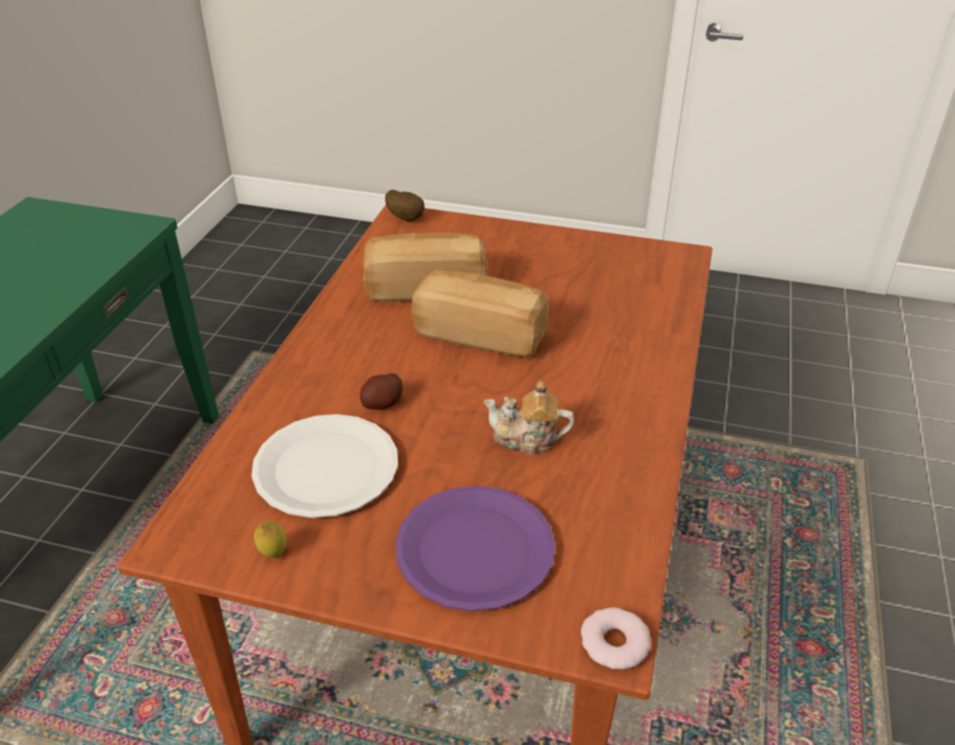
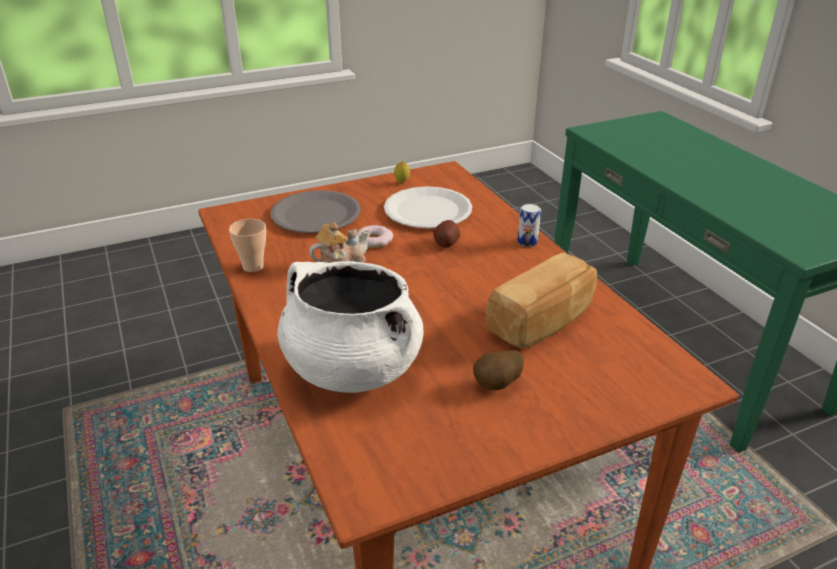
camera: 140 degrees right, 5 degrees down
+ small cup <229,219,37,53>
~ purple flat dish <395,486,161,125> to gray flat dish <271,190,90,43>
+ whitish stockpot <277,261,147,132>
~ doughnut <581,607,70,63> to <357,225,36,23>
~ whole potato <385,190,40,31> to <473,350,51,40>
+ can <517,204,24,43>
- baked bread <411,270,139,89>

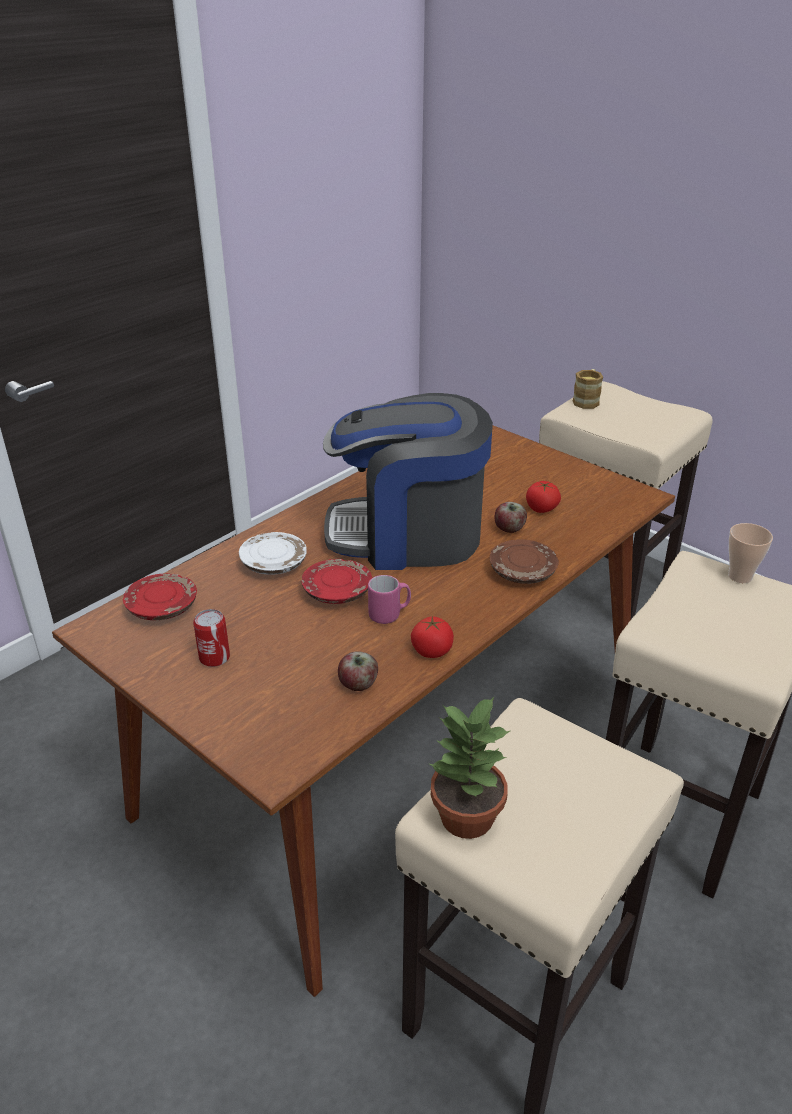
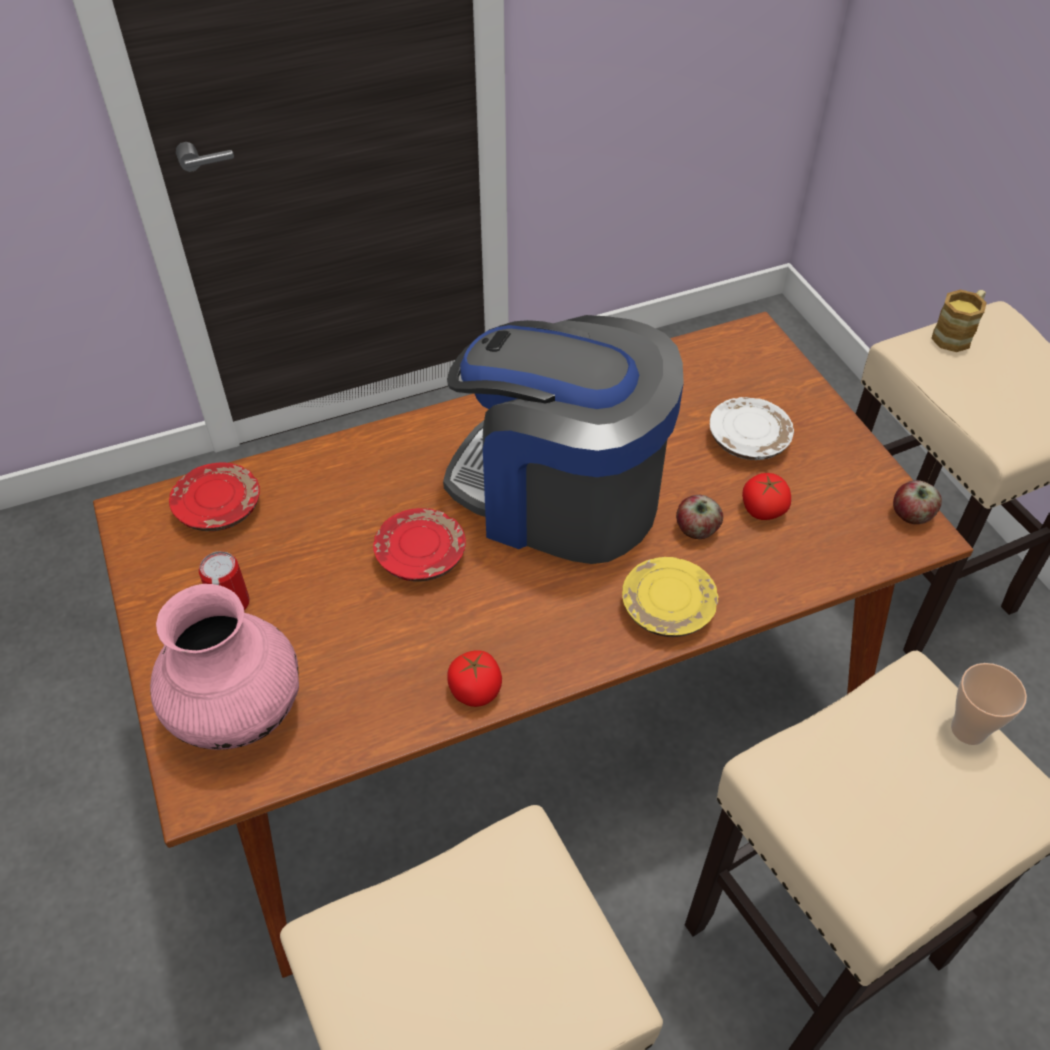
camera: 25 degrees right, 15 degrees up
+ pinkish decorative vase <150,584,149,166>
~ brown flat dish <490,539,69,45> to yellowish flat dish <622,557,96,80>
~ whitish flat dish <239,532,68,43> to <710,397,84,63>
~ apple fruit <338,651,40,40> to <893,480,49,44>
- pinkish tea mug <368,575,43,49>
- potted plant <429,697,81,142>

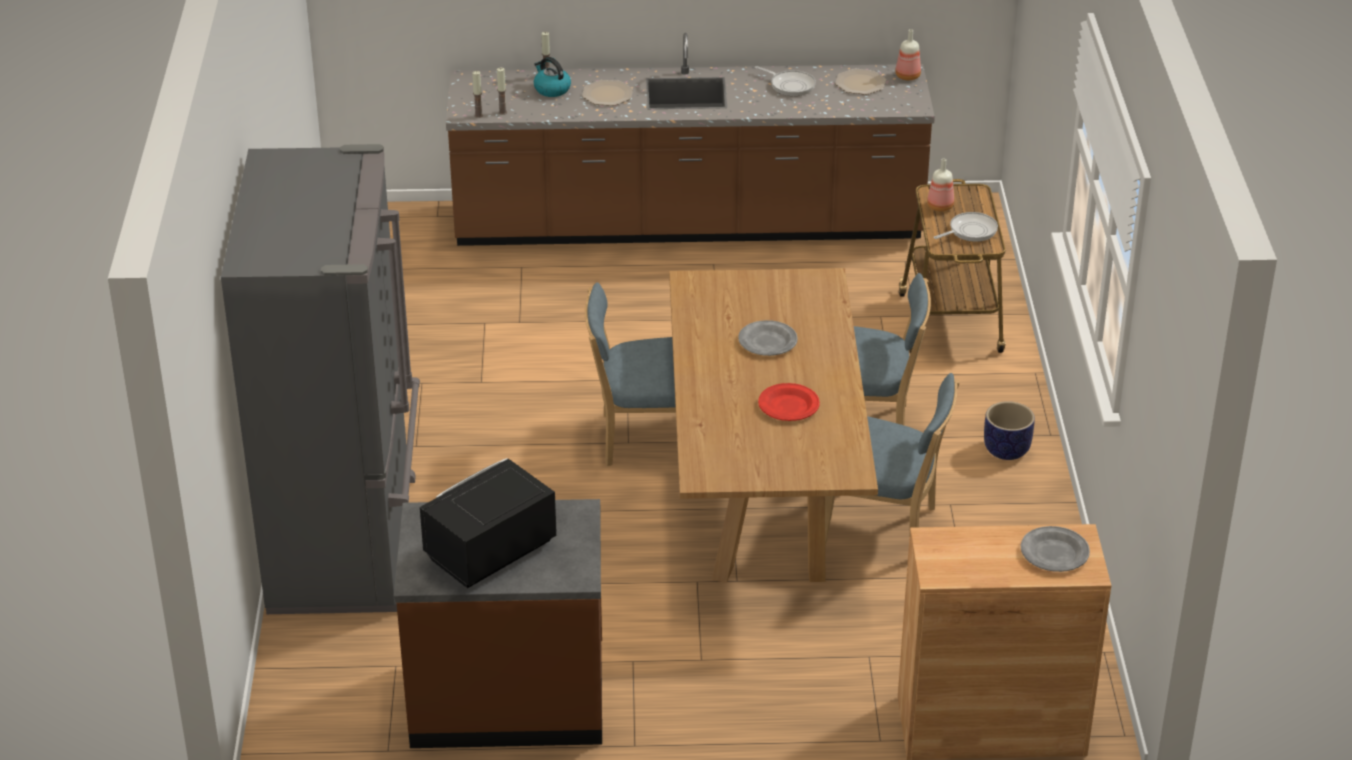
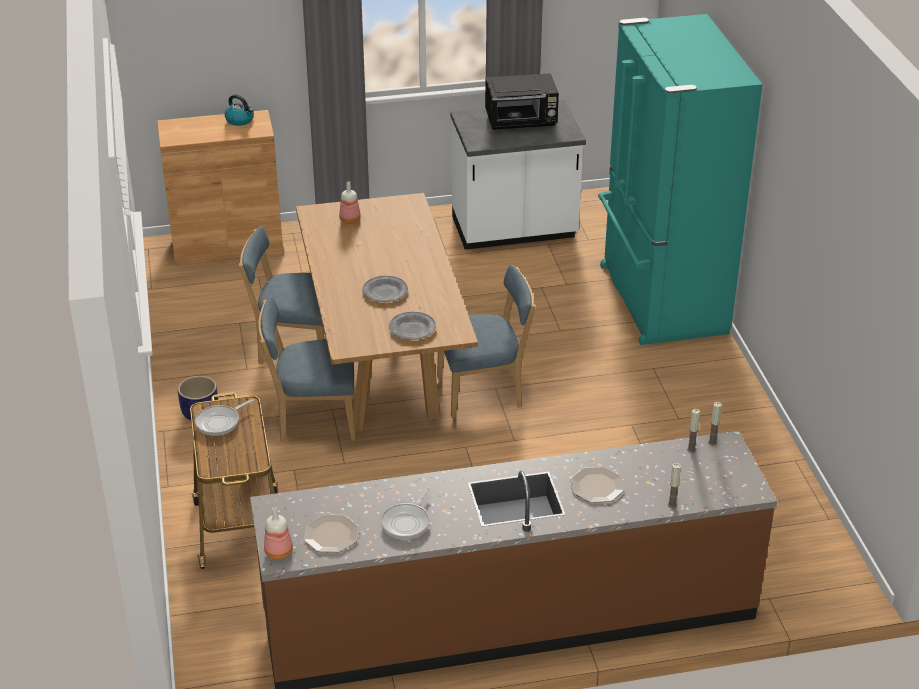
camera: 170 degrees right, 0 degrees up
~ tea kettle <534,57,37,40> to <225,94,29,32>
~ beverage bottle <927,158,27,54> to <339,181,22,43>
~ pan <755,66,61,30> = <381,488,49,52> 90 degrees counterclockwise
~ gray flat dish <1021,526,69,46> to <389,312,47,28>
~ brown kitchen counter <394,499,208,249> to whitish kitchen counter <450,101,136,149>
~ black kitchen microwave <420,458,137,130> = <485,73,74,57> 45 degrees clockwise
~ gray refrigerator <221,144,199,470> to blue-green refrigerator <598,14,165,331>
- red flat dish <758,383,62,38>

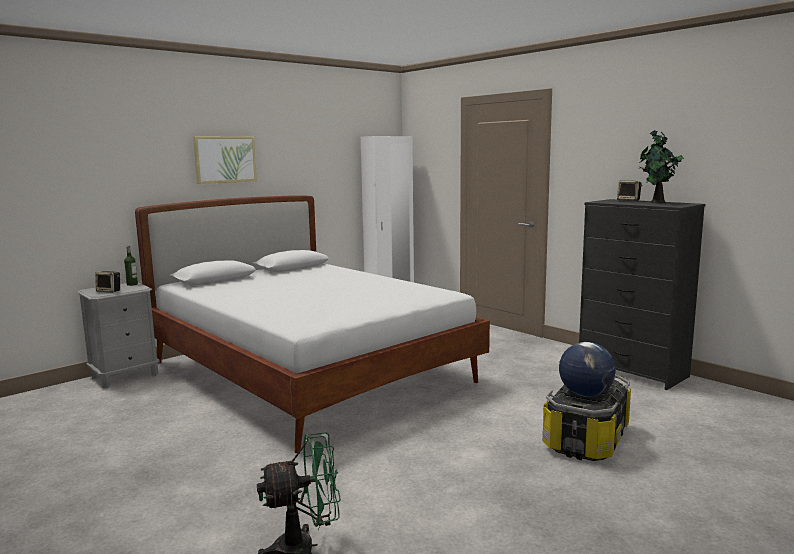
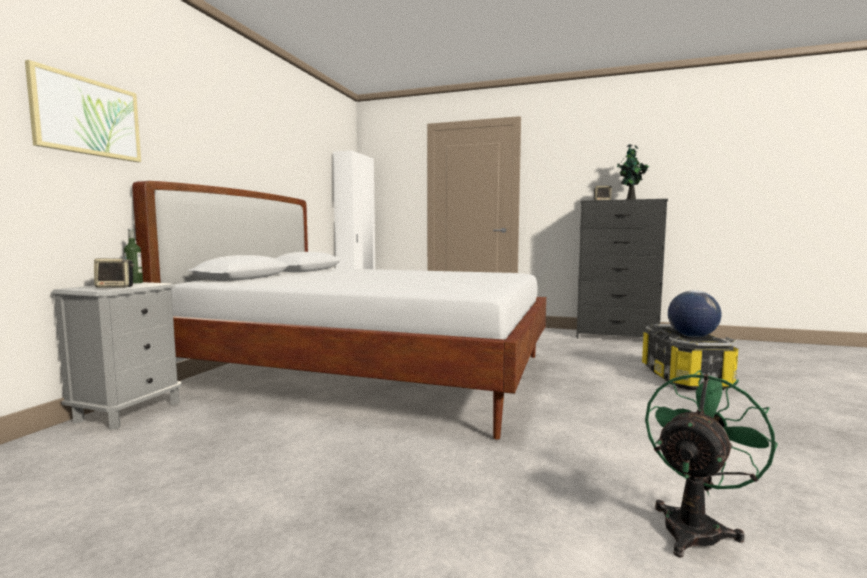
camera: 30 degrees left, 5 degrees down
~ wall art <193,136,64,48> to <25,60,116,102>

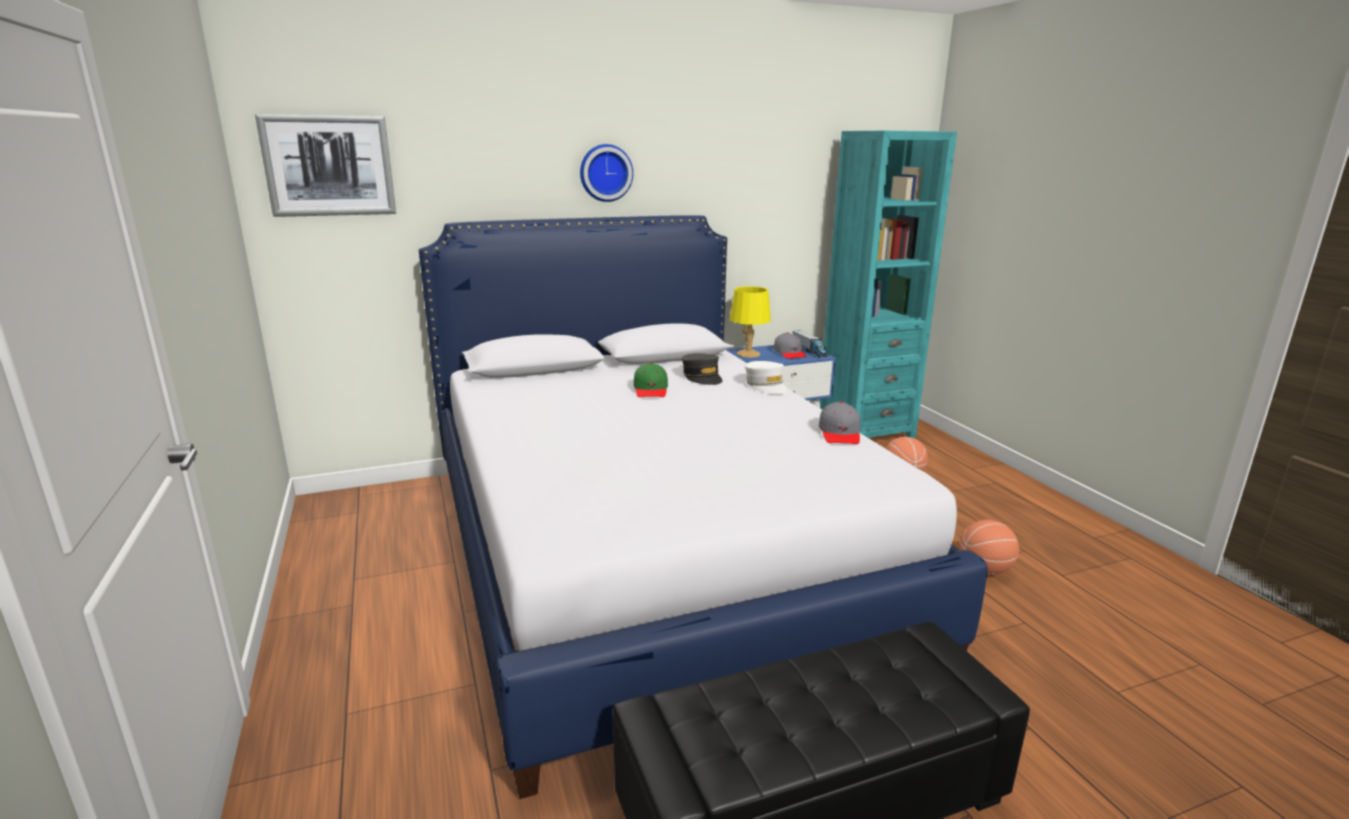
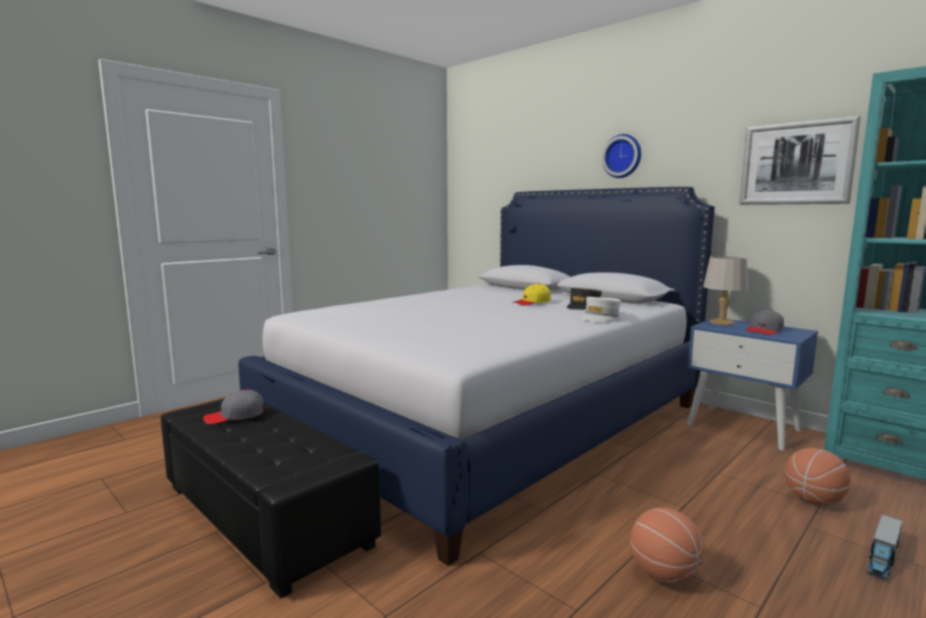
camera: 65 degrees right, 10 degrees down
~ gray peaked cap <819,402,41,42> to <203,389,61,35>
~ green peaked cap <634,363,34,34> to yellowish peaked cap <512,283,39,23>
~ yellowish tabletop lamp <730,286,41,72> to gray tabletop lamp <703,256,46,69>
~ wall art <255,114,141,103> to <739,116,122,89>
~ toy truck <793,330,36,28> to <867,514,36,66>

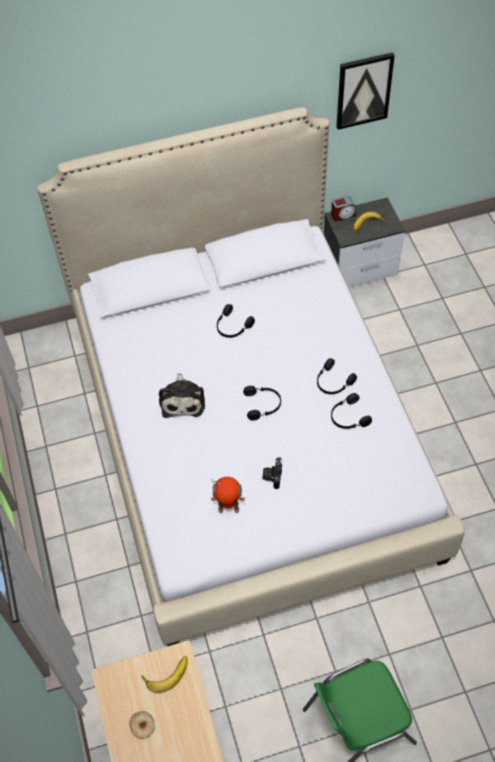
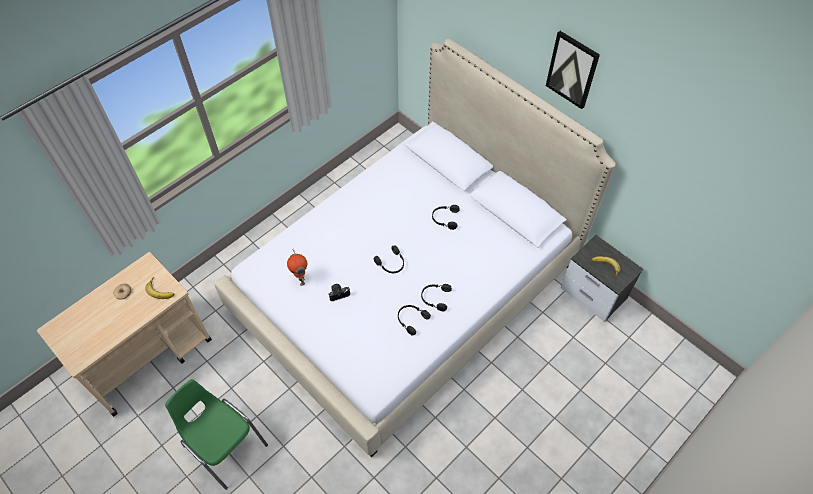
camera: 60 degrees right, 0 degrees up
~ wall art <336,52,59,78> to <546,31,54,78>
- cuddly toy <159,373,46,45>
- bedside clock <331,196,26,25>

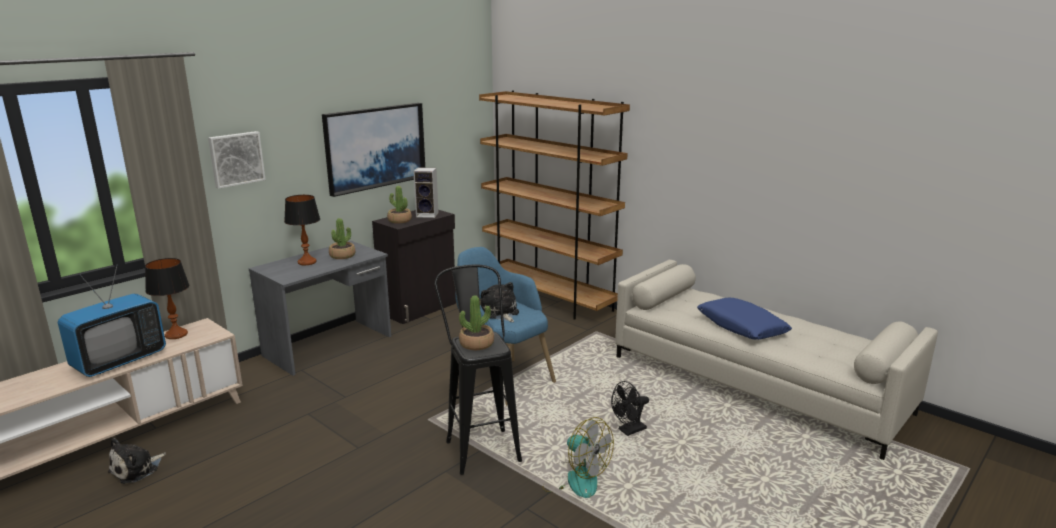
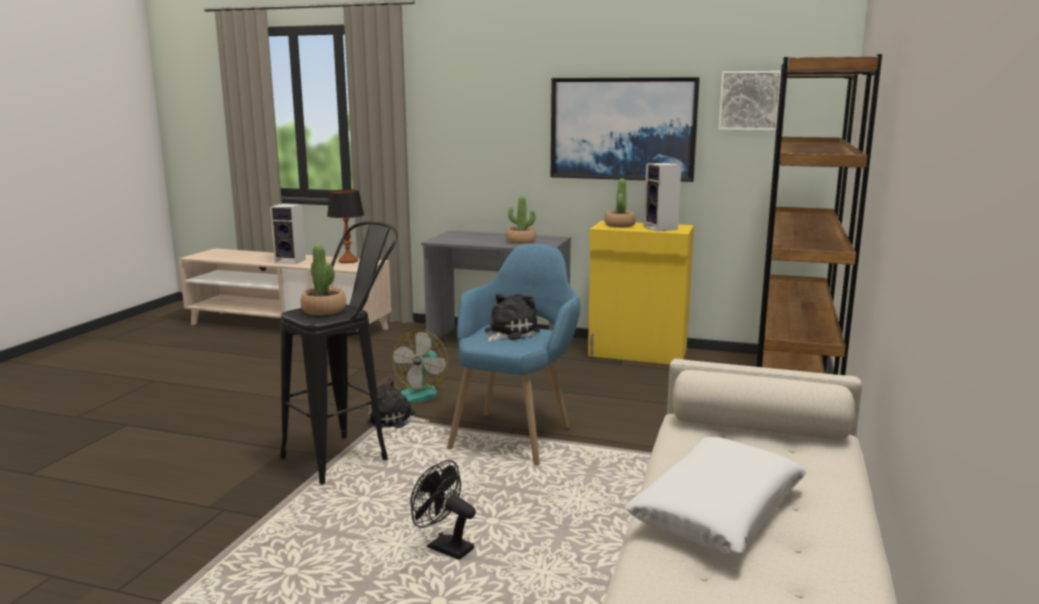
camera: 65 degrees right, 5 degrees down
~ TV set <58,266,108,111> to speaker <270,204,36,60>
~ cuddly toy <108,438,58,46> to <367,378,62,50>
~ fan <542,417,72,81> to <392,330,56,73>
~ black cabinet <372,210,84,114> to yellowish cabinet <588,221,106,143>
~ bluish cushion <697,298,95,42> to whitish cushion <625,437,181,118>
~ wall art <208,131,58,58> to <718,71,63,60>
- tabletop lamp <284,195,36,70>

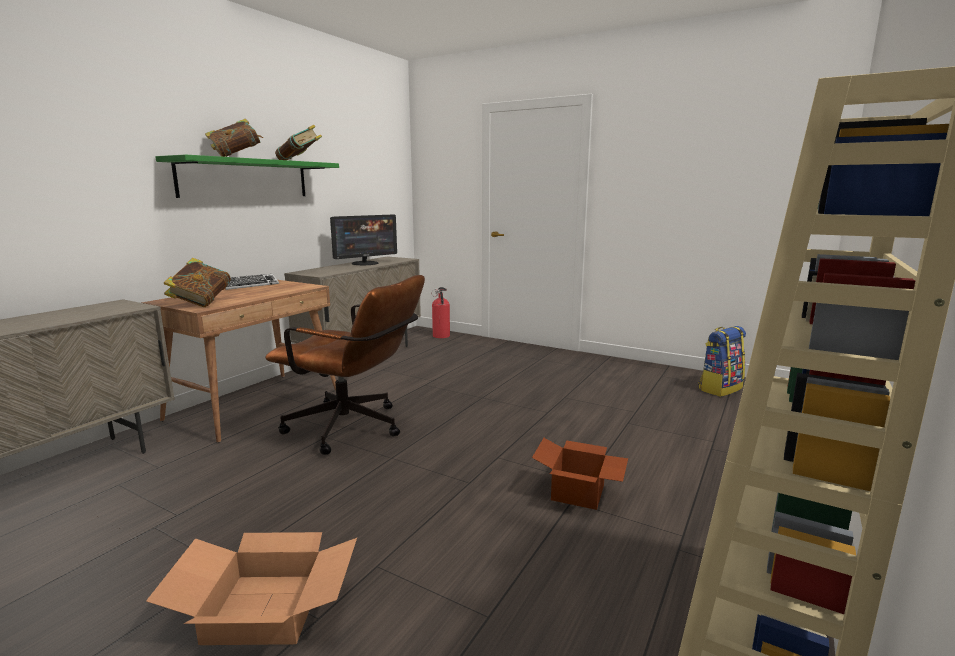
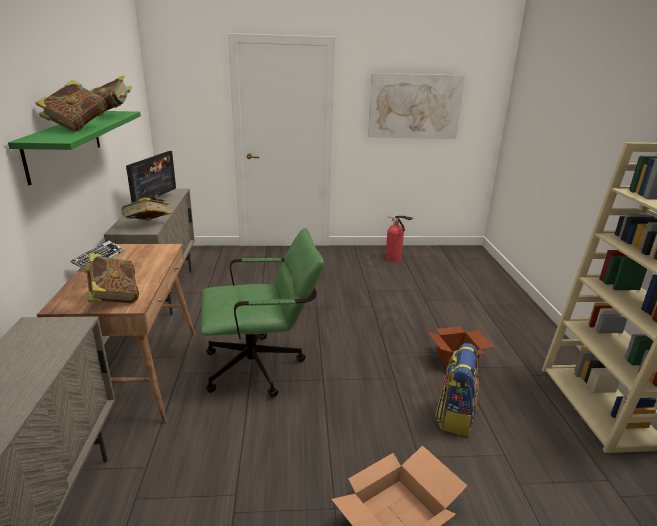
camera: 35 degrees left, 10 degrees up
+ volume <121,197,51,24>
~ brown office chair <265,275,160,180> to green office chair <201,228,123,169>
+ wall art <368,73,97,66>
~ extinguisher <431,287,19,51> to <385,216,28,46>
~ rucksack <698,326,48,71> to <435,343,44,94>

